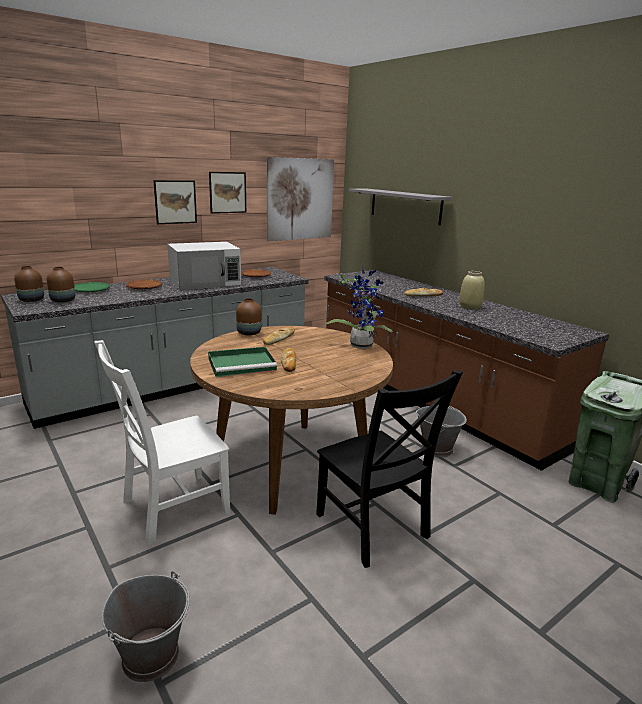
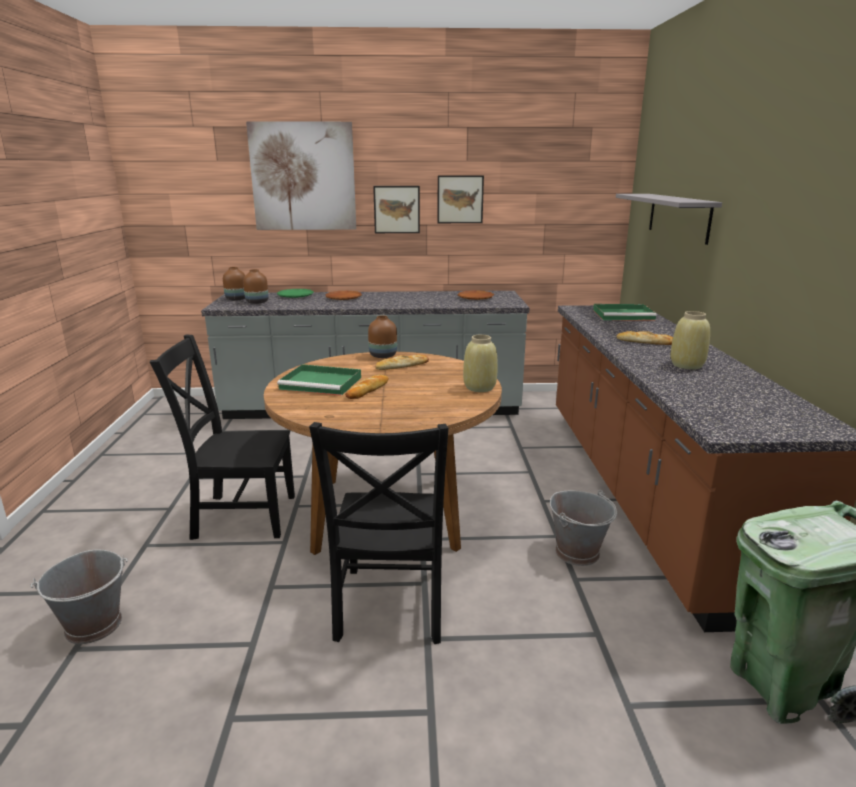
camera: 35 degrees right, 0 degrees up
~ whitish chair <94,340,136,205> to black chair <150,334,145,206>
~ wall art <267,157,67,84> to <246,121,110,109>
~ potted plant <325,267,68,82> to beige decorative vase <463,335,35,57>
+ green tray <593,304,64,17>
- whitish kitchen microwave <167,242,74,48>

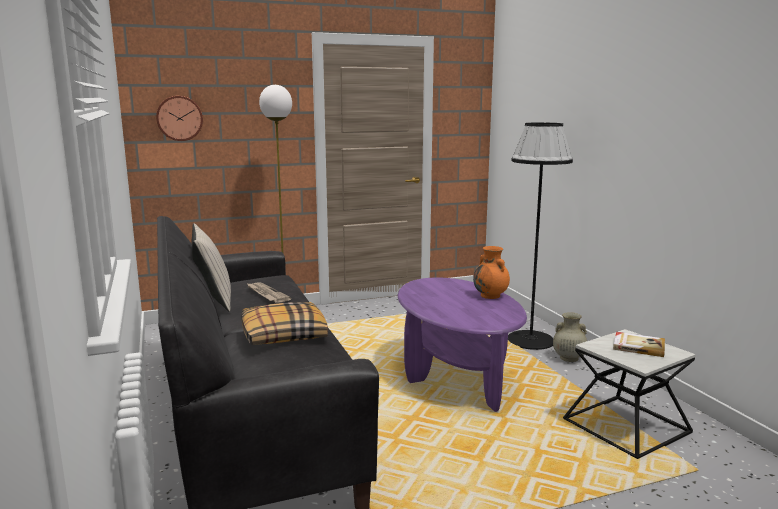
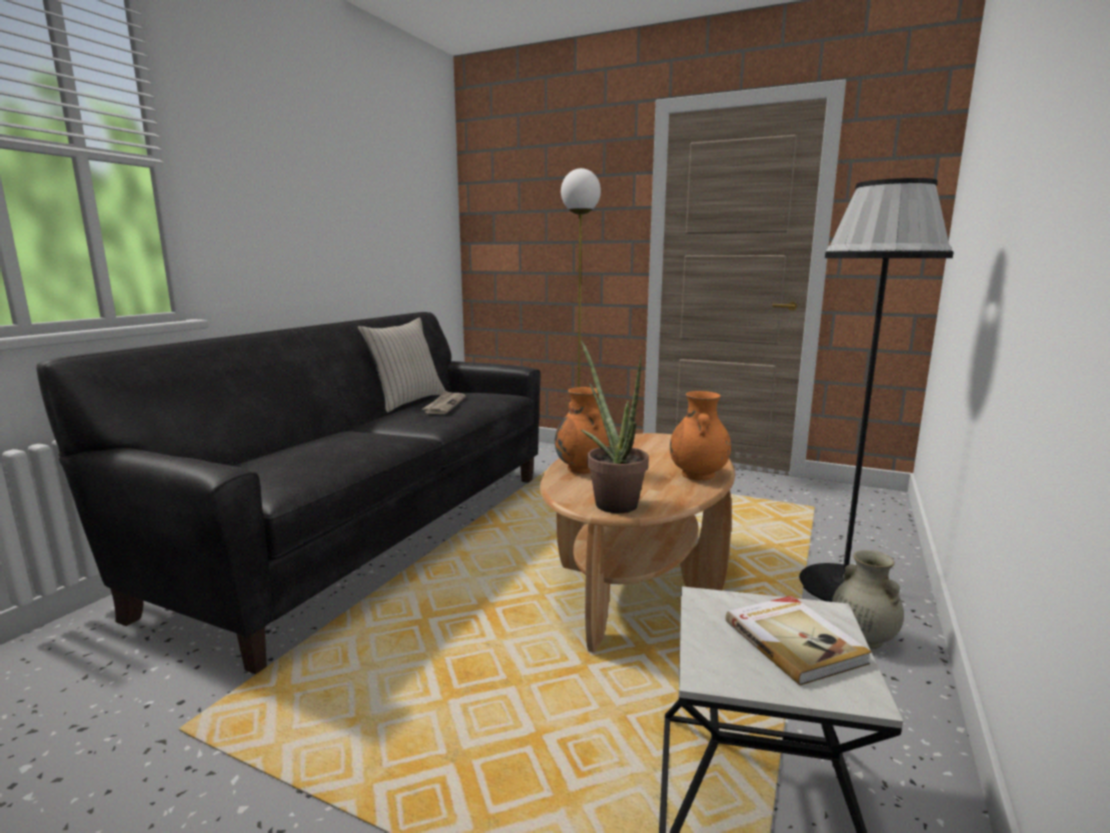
camera: 45 degrees right, 0 degrees up
~ purple low table <398,277,129,135> to brown low table <540,433,195,220>
+ orange decorative vase <555,387,55,87>
+ potted plant <581,340,68,173>
- hanging clock <156,96,47,45>
- cushion <241,302,87,43>

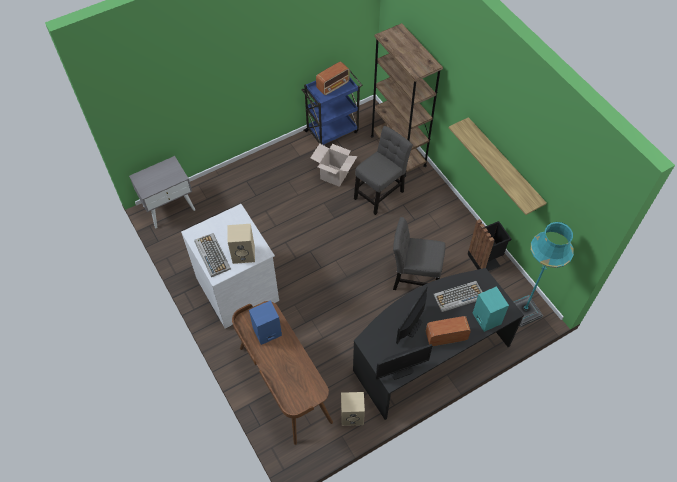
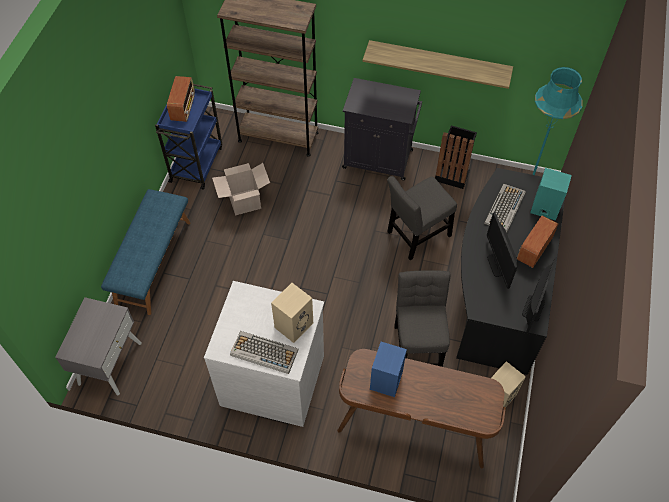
camera: 45 degrees left, 0 degrees up
+ bluish long seat <101,189,90,126>
+ black cabinet <342,78,80,102>
~ gray chair <354,126,59,89> to <394,270,57,97>

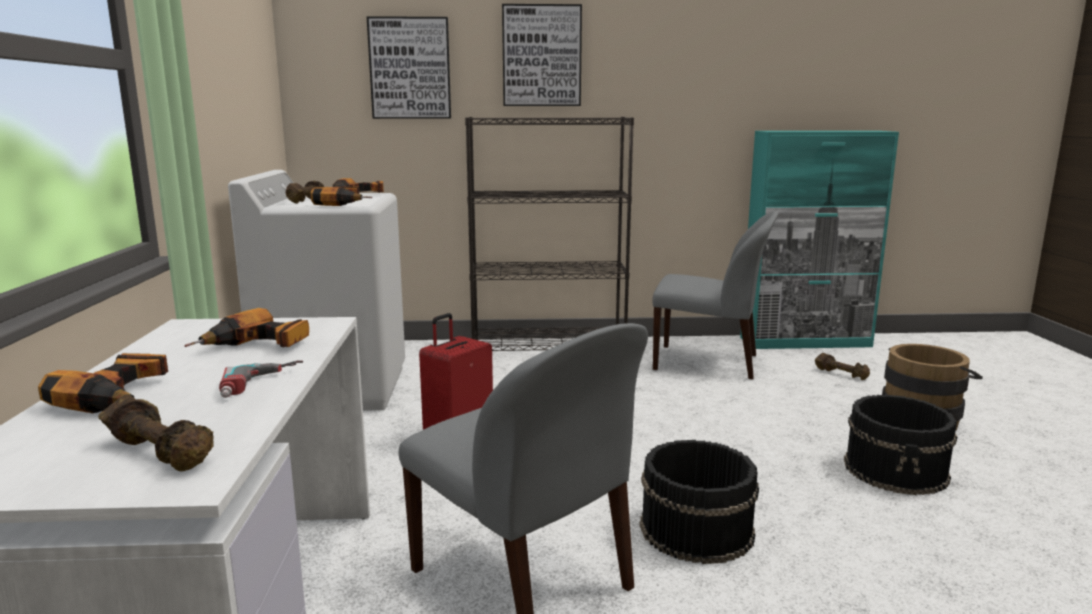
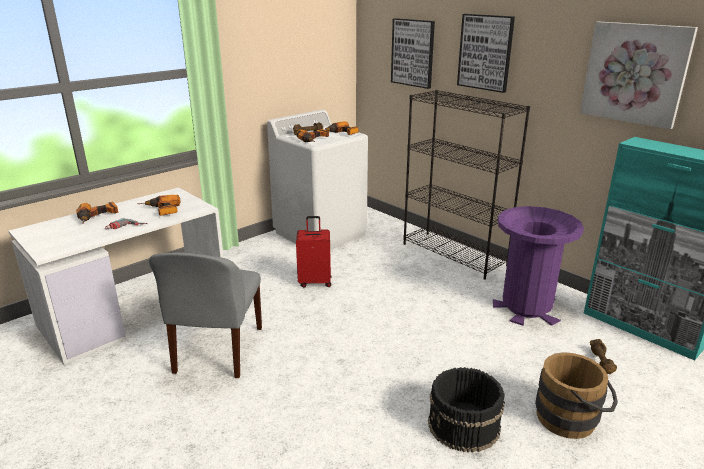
camera: 50 degrees right, 10 degrees up
~ gray chair <652,211,126,169> to purple rubbish bin <493,206,91,120>
+ wall art <580,21,118,108>
- brown dumbbell <98,394,116,77>
- black bucket <639,440,120,124>

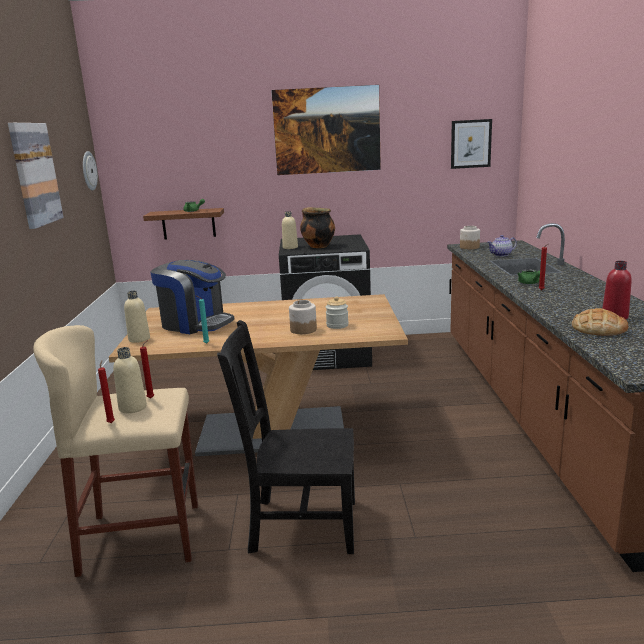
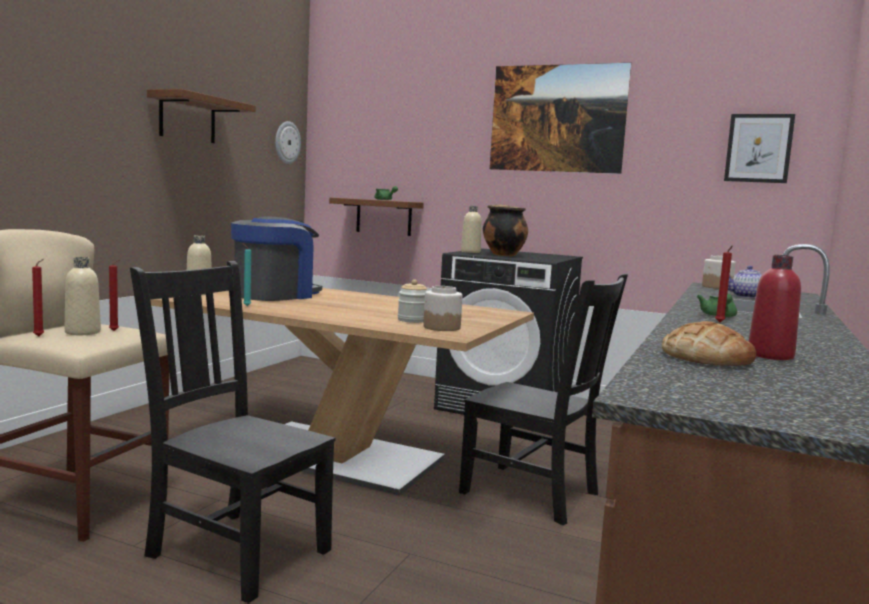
camera: 25 degrees right, 10 degrees down
~ wall art <8,123,56,106> to brown shelf <147,89,109,54>
~ coffee machine <150,260,84,74> = <231,216,91,85> 105 degrees counterclockwise
~ jar <289,300,28,34> to <423,286,40,45>
+ black chair <459,273,169,252>

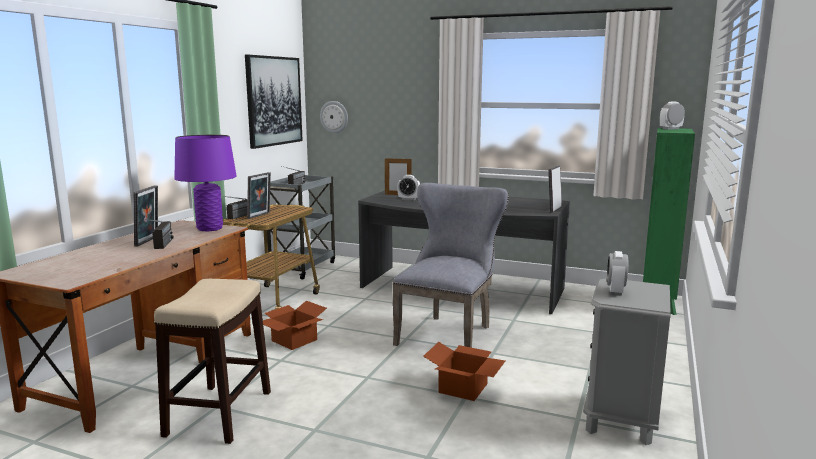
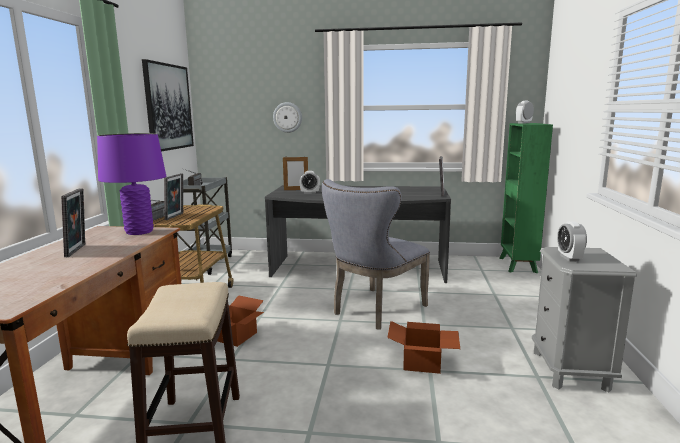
camera: 15 degrees left, 0 degrees up
~ hanging clock <320,101,28,32> to <273,102,29,31>
~ gray chair <392,183,117,165> = <322,179,108,151> 150 degrees counterclockwise
- radio set <146,219,28,30>

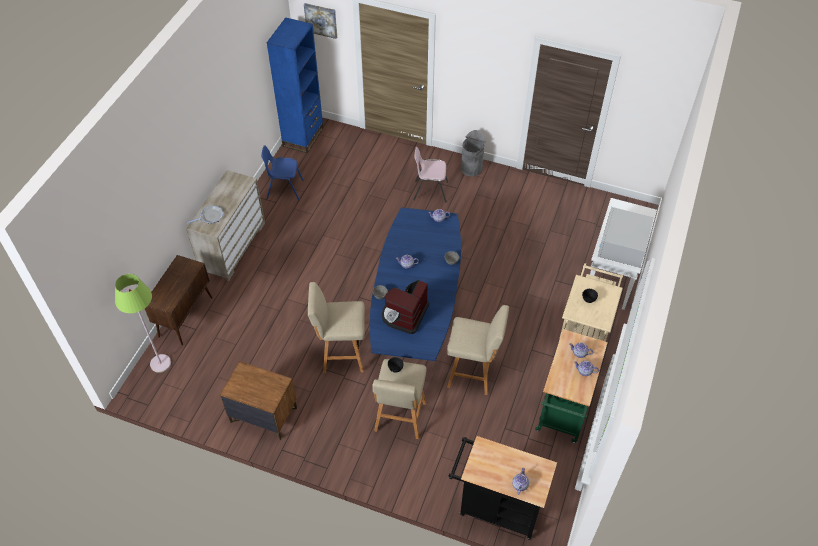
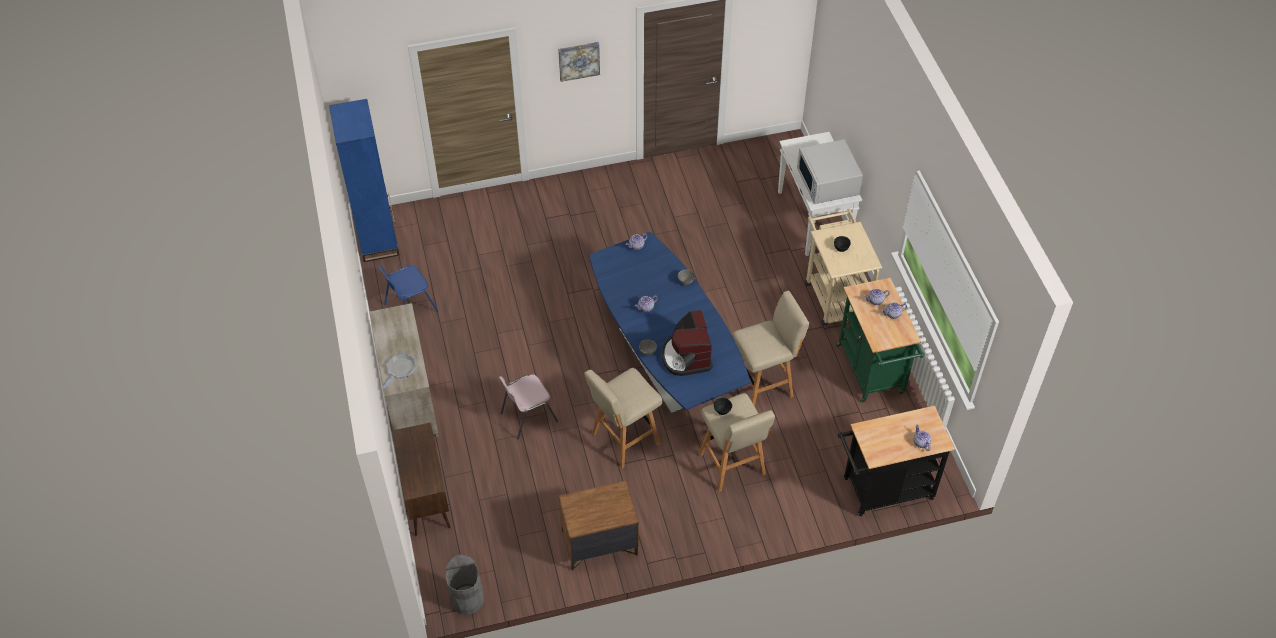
camera: 35 degrees left, 0 degrees up
~ gray rubbish bin <461,130,24,47> to <445,555,39,60>
~ pinkish chair <413,147,35,56> to <499,374,59,66>
~ wall art <304,3,33,36> to <558,42,42,40>
- green standard lamp <115,274,56,99>

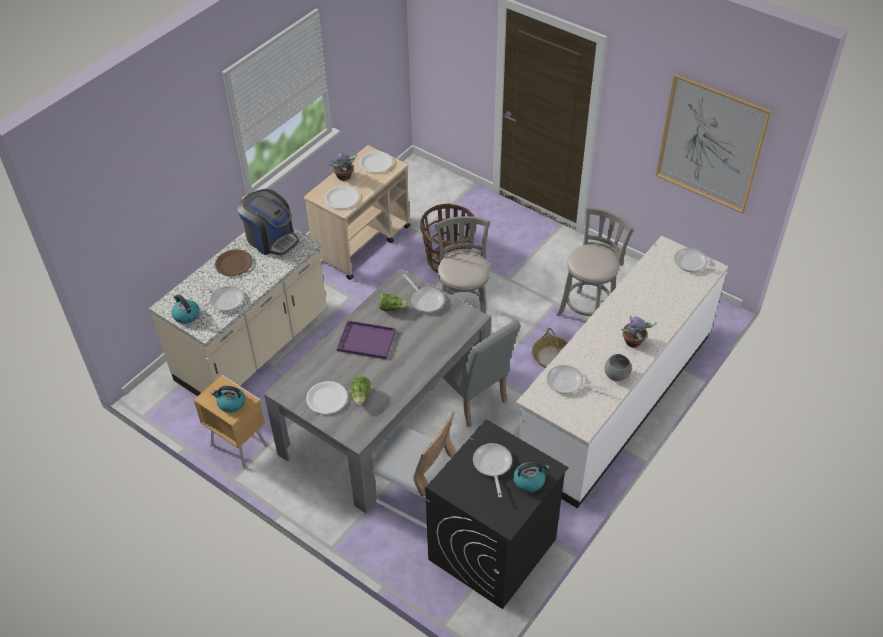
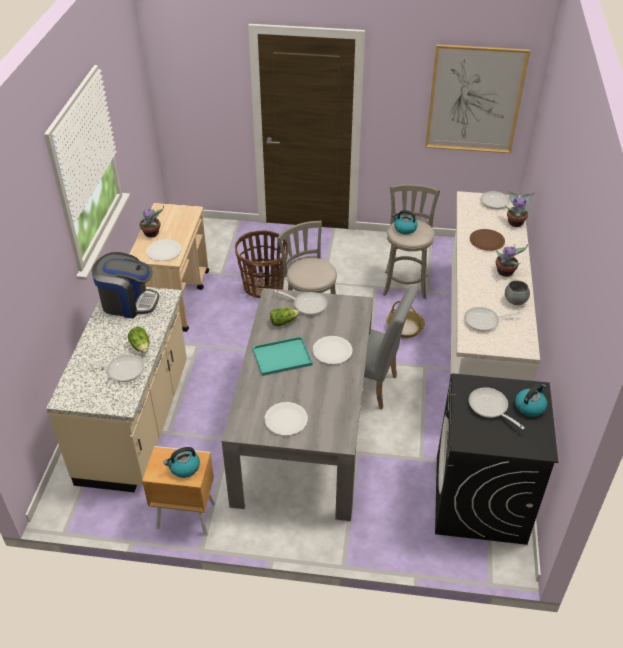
camera: 30 degrees left, 5 degrees down
~ head of lettuce <351,376,19,30> to <128,327,21,26>
~ purple tray <337,320,59,39> to blue-green tray <252,336,61,40>
~ whitish flat dish <359,151,34,22> to <313,336,39,28>
~ tea kettle <171,294,29,30> to <392,210,26,24>
~ brown flat dish <215,249,38,27> to <470,229,35,22>
+ potted plant <505,190,29,37>
- whitish chair <372,412,84,117>

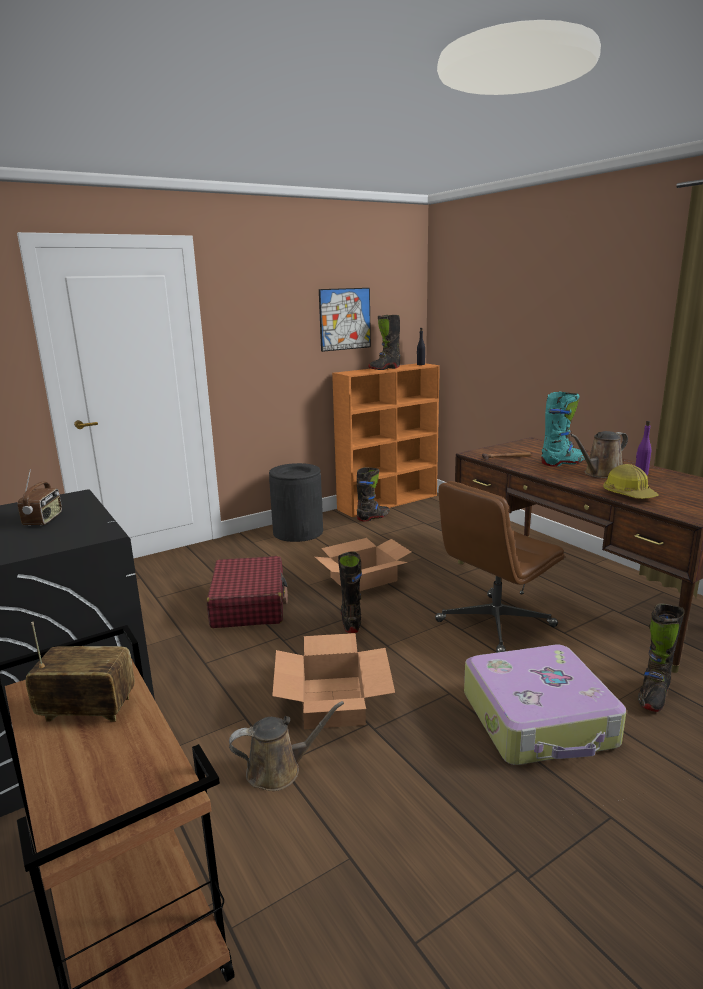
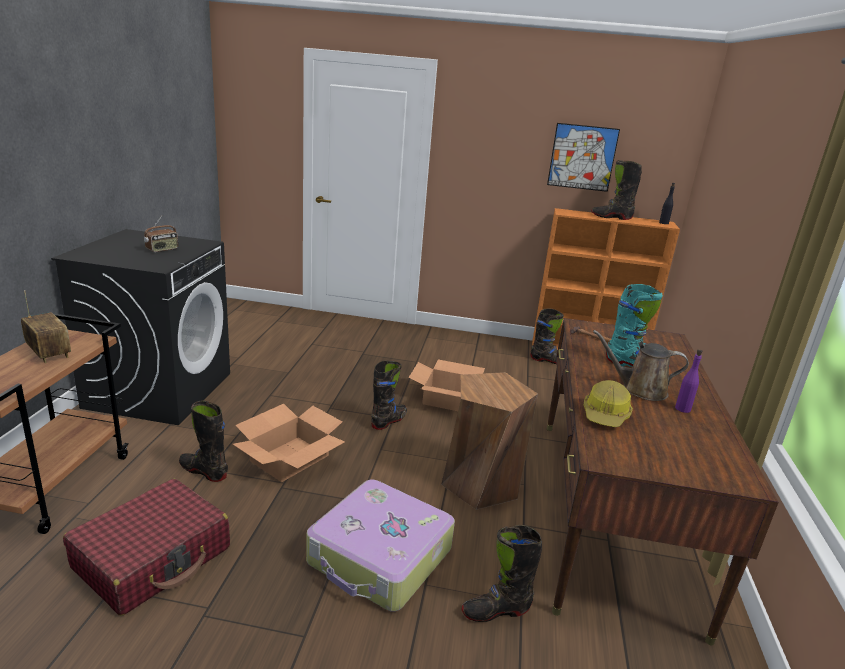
camera: 40 degrees right, 5 degrees up
~ red piece of luggage <207,556,81,72> to <63,479,167,137>
~ brown watering can <229,701,115,90> to black high-top boot <179,401,49,81>
~ brown office chair <435,481,130,172> to brown stool <441,372,97,138>
- black rubbish bin <269,463,54,79>

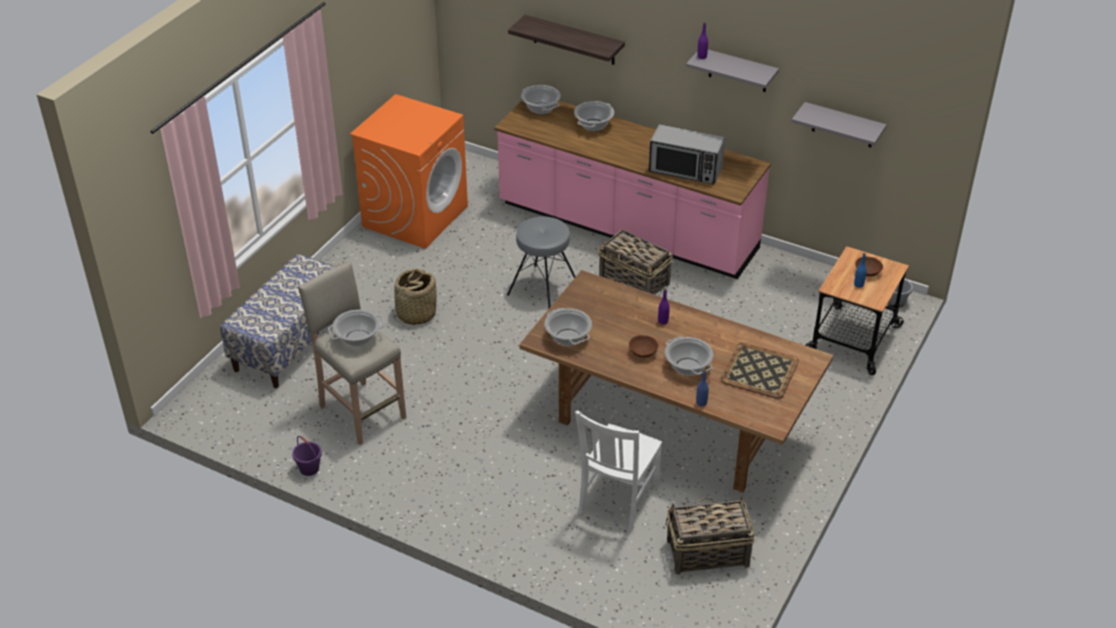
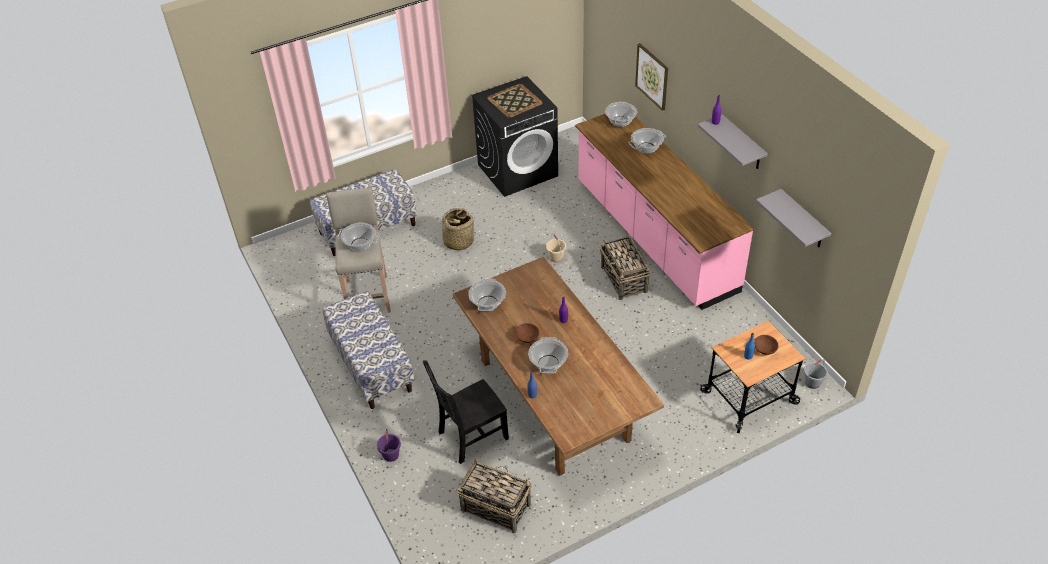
camera: 35 degrees right, 5 degrees up
+ long seat <323,291,92,118>
~ purple bucket <292,436,30,40> to <377,429,24,33>
~ whitish chair <575,411,87,120> to black chair <423,360,86,104>
~ orange washing machine <350,94,118,155> to black washing machine <471,76,87,121>
~ tray <720,342,79,57> to <487,84,55,34>
~ gray stool <507,216,69,93> to beige bucket <546,234,20,28>
~ shelf <508,15,117,50> to wall art <635,43,33,68>
- kitchen microwave <649,124,76,61>

